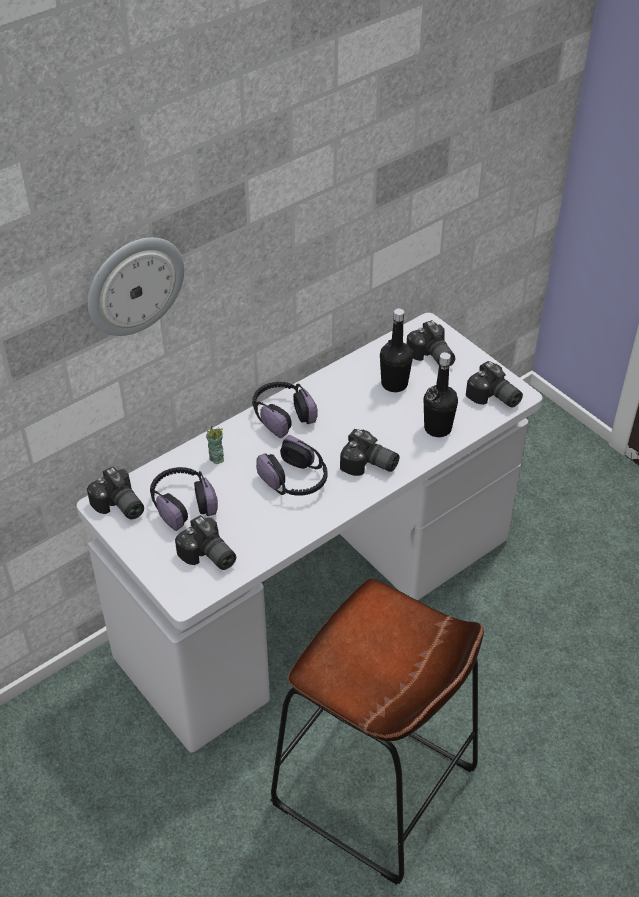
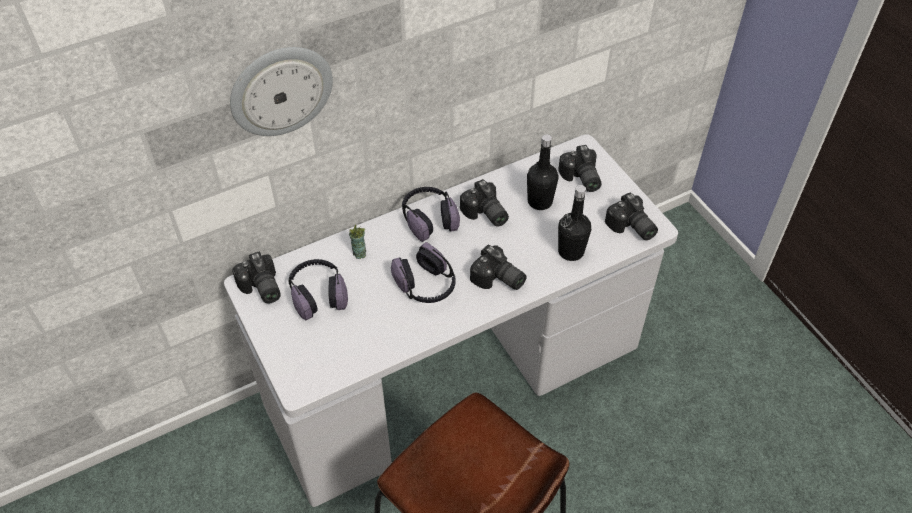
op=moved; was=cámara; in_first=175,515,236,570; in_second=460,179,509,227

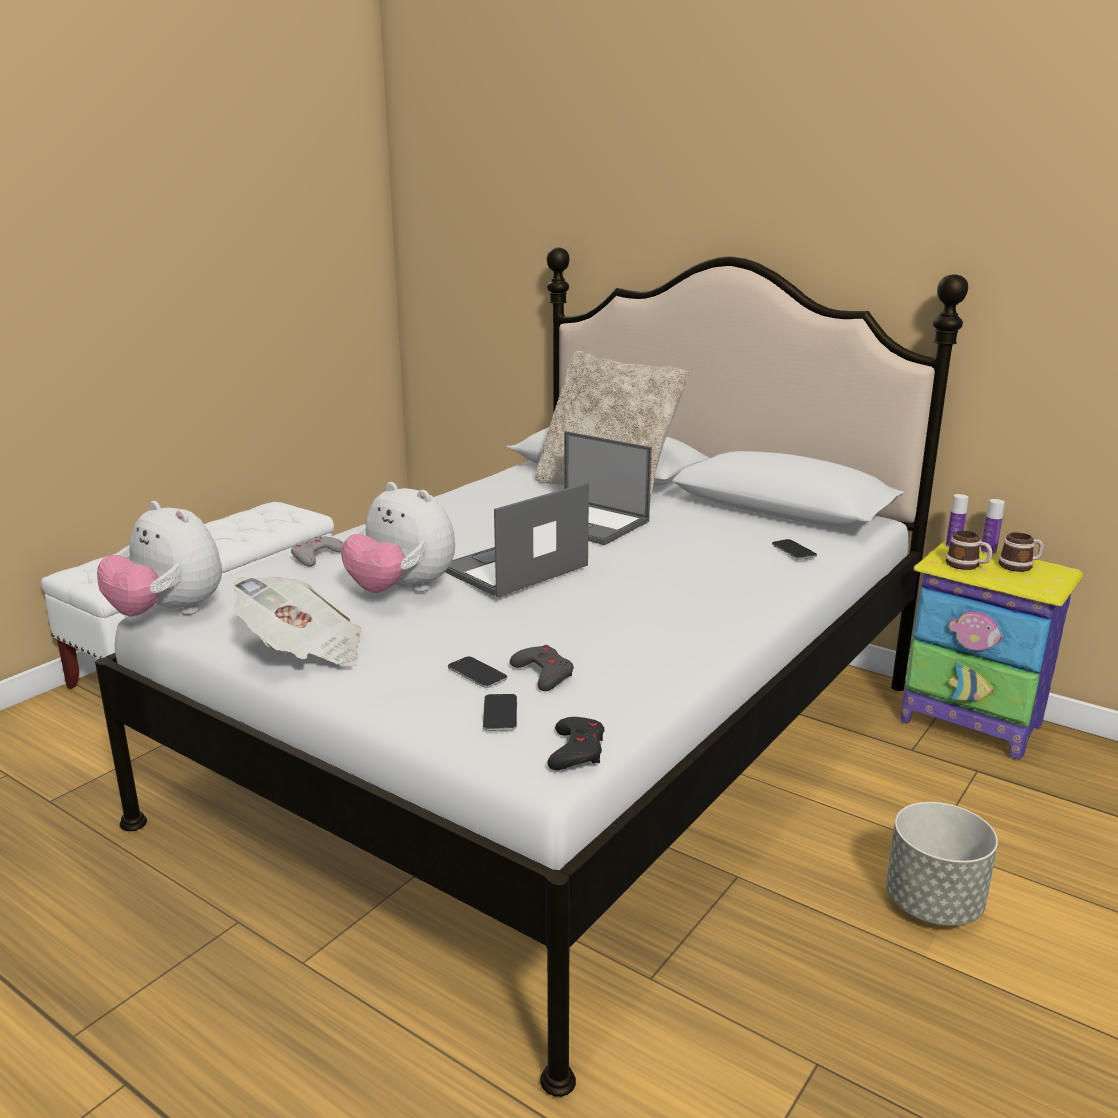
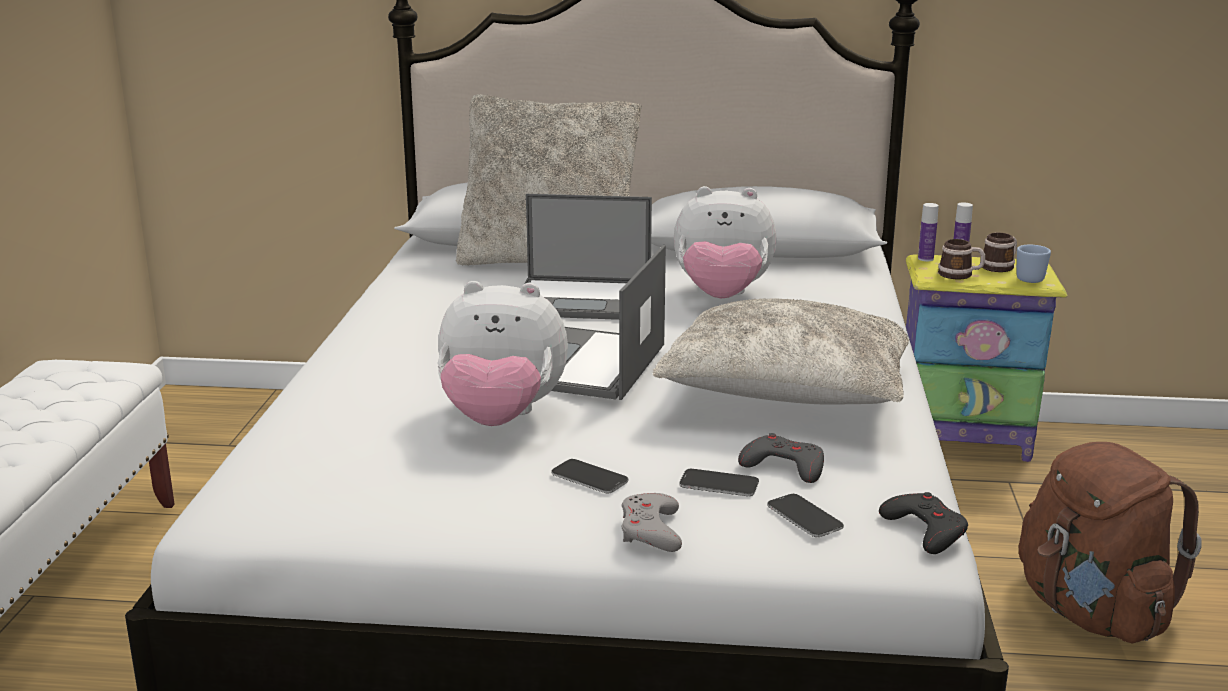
op=moved; was=peluche; in_first=97,501,222,617; in_second=674,186,777,298
op=removed; was=periódico; in_first=233,576,362,667
op=moved; was=mando de consola (gris); in_first=291,536,344,567; in_second=622,493,682,552
op=moved; was=móvil; in_first=772,539,817,560; in_second=551,459,628,493
op=replaced; was=maceta (gris); now=mochila (marrón); in_first=886,802,998,926; in_second=1019,442,1202,644
op=added; now=cojín (beis); in_second=653,298,909,405
op=added; now=taza grande (azul); in_second=1017,245,1051,283

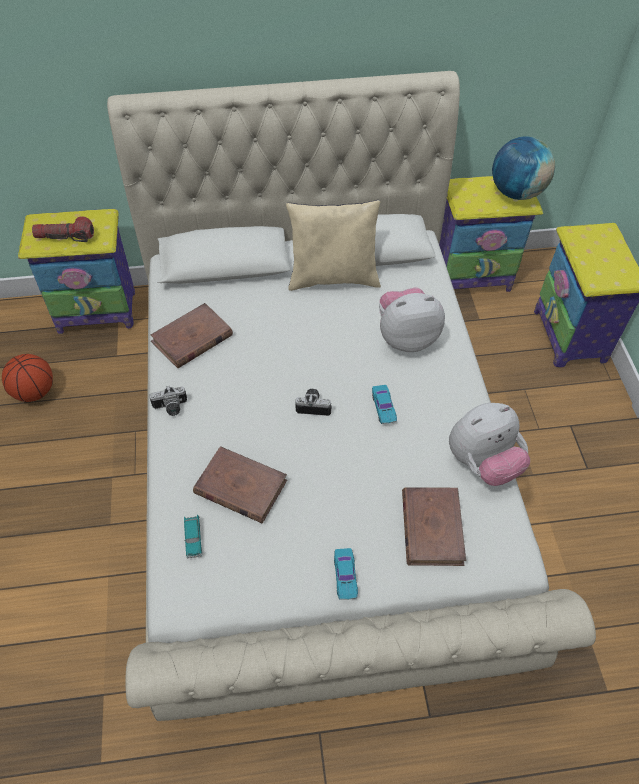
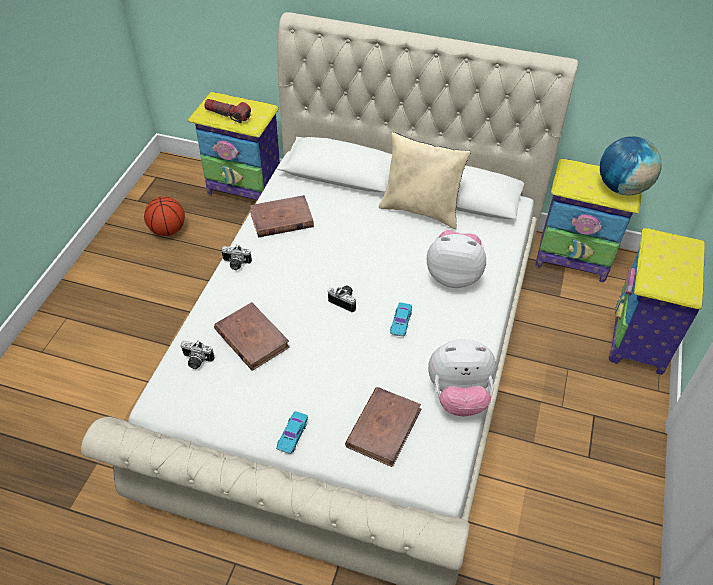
op=replaced; was=coche de juguete; now=cámara; in_first=184,514,202,559; in_second=181,340,215,369

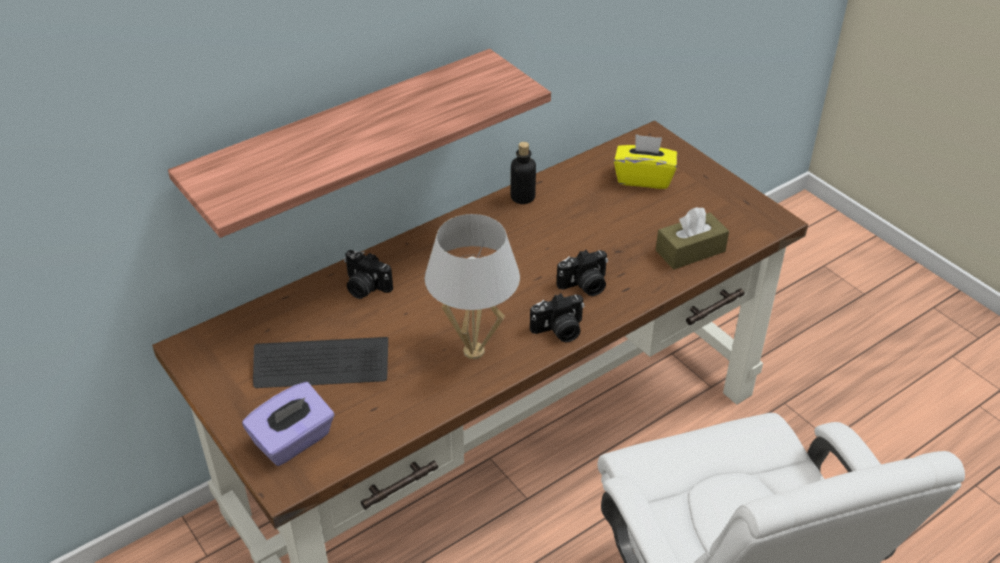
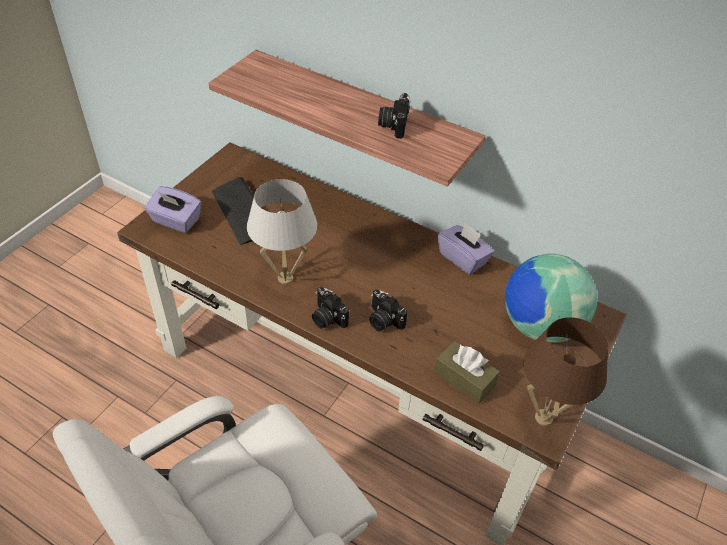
op=moved; was=cámara; in_first=344,250,393,299; in_second=378,93,411,139
op=replaced; was=botella; now=caja de pañuelos (morado); in_first=510,142,536,204; in_second=438,222,494,275
op=replaced; was=caja de pañuelos (amarillo); now=globo terráqueo; in_first=614,134,677,189; in_second=505,254,597,343
op=added; now=lámpara de mesa (marrón); in_second=523,317,608,426

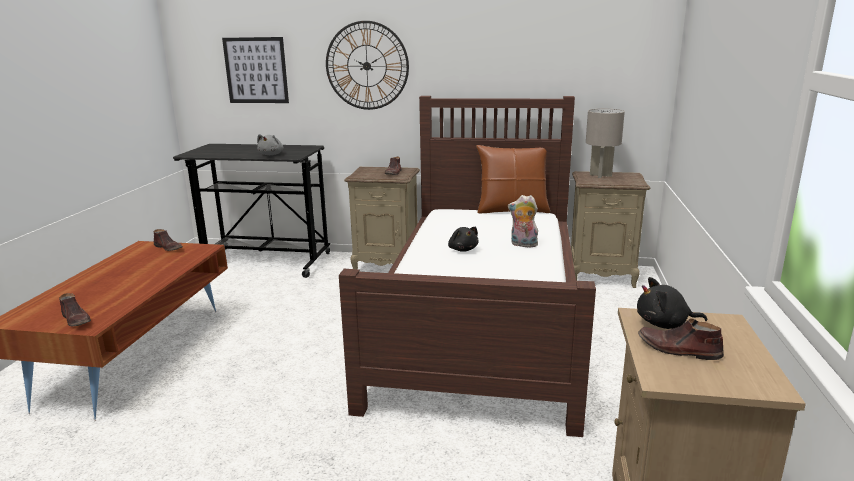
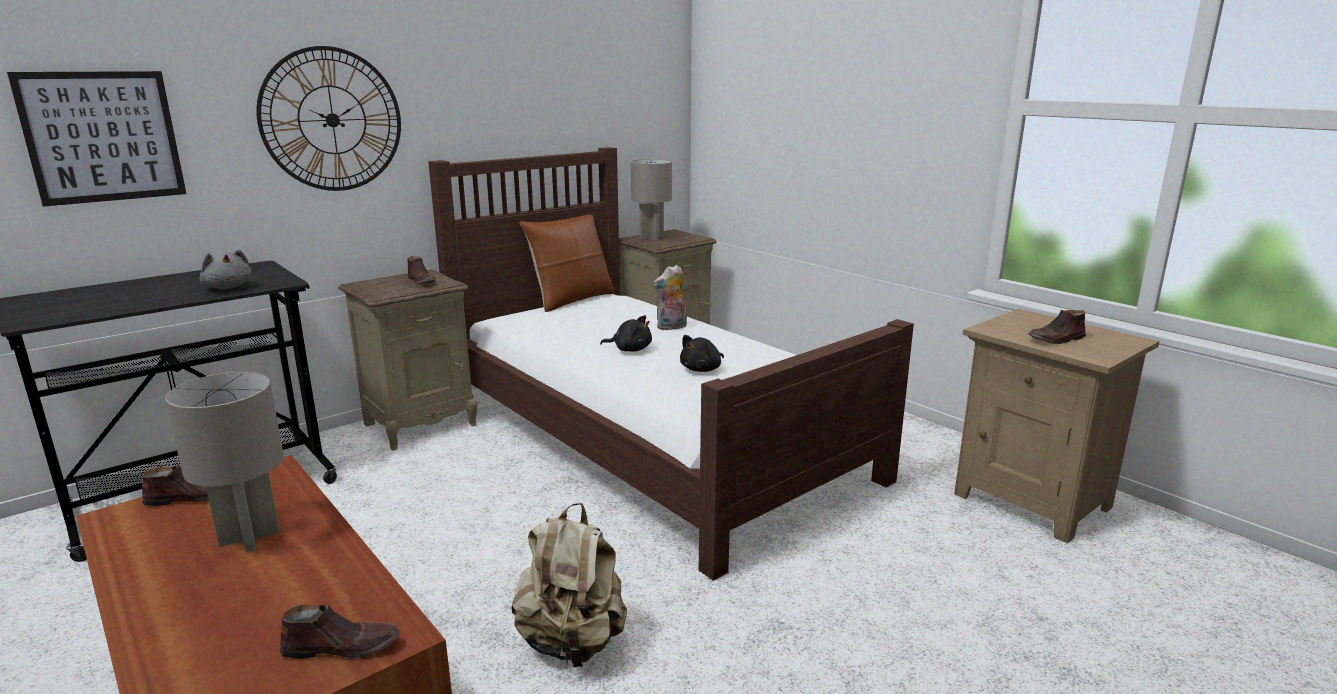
op=moved; was=peluche (negro); in_first=637,277,707,329; in_second=680,335,724,372
op=added; now=lámpara de mesa (gris); in_second=165,372,284,552
op=added; now=mochila (beis); in_second=512,503,627,667

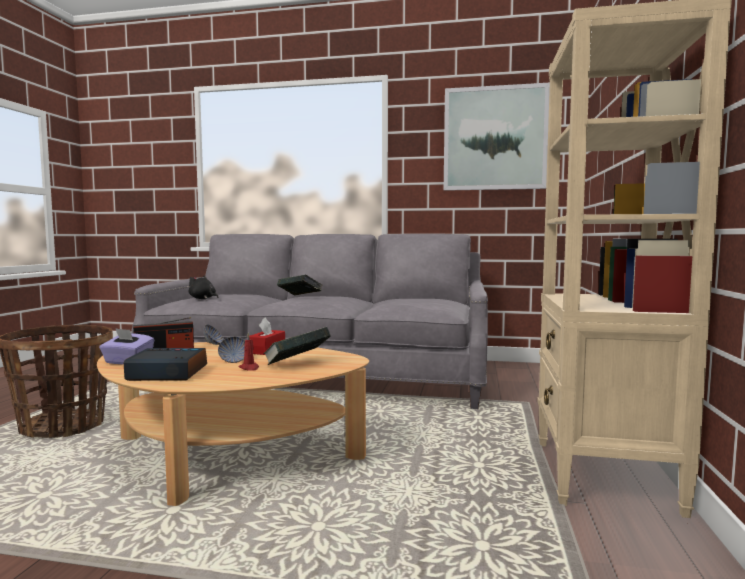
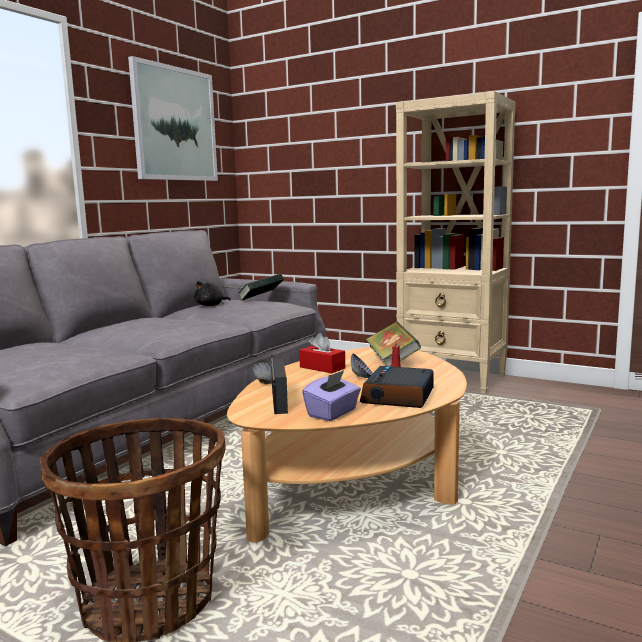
op=moved; was=peluche (negro); in_first=188,276,219,299; in_second=194,281,231,306
op=moved; was=libro; in_first=277,275,322,296; in_second=238,273,284,301

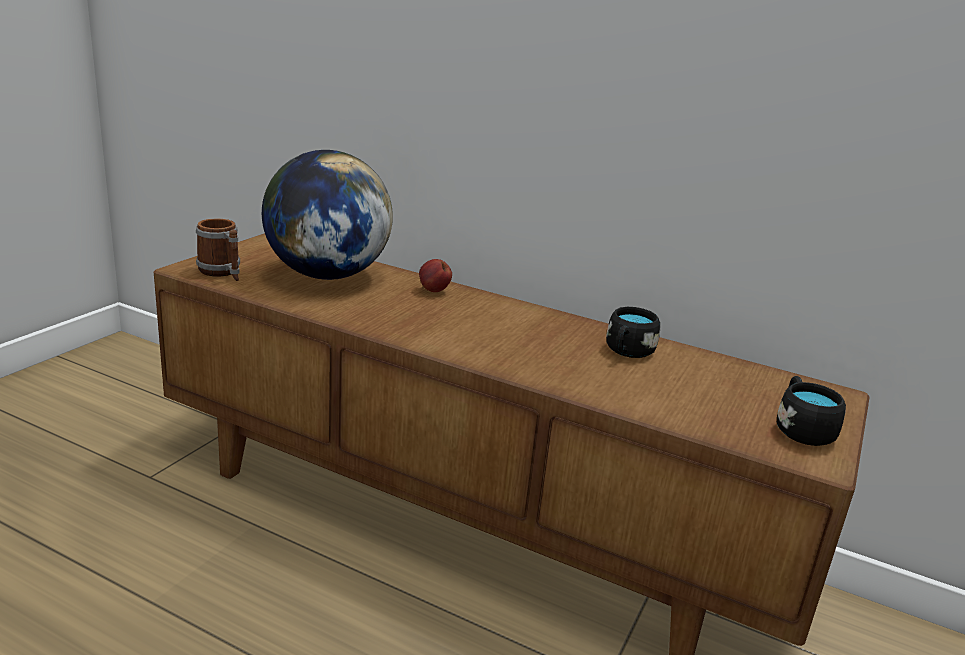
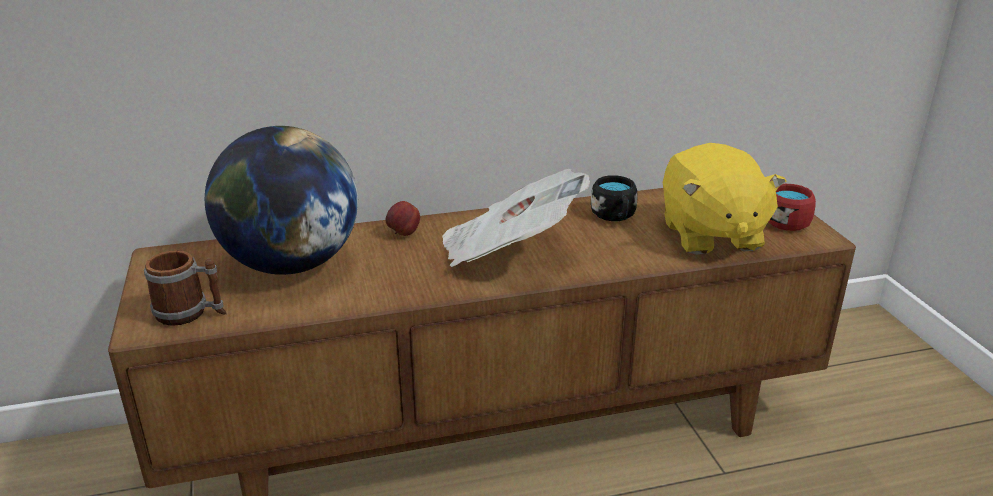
op=recoloured; was=taza grande (negro); now=taza grande (rojo); in_first=777,376,846,446; in_second=769,184,816,231
op=added; now=periódico; in_second=442,169,590,267
op=added; now=peluche (amarillo); in_second=663,143,786,255

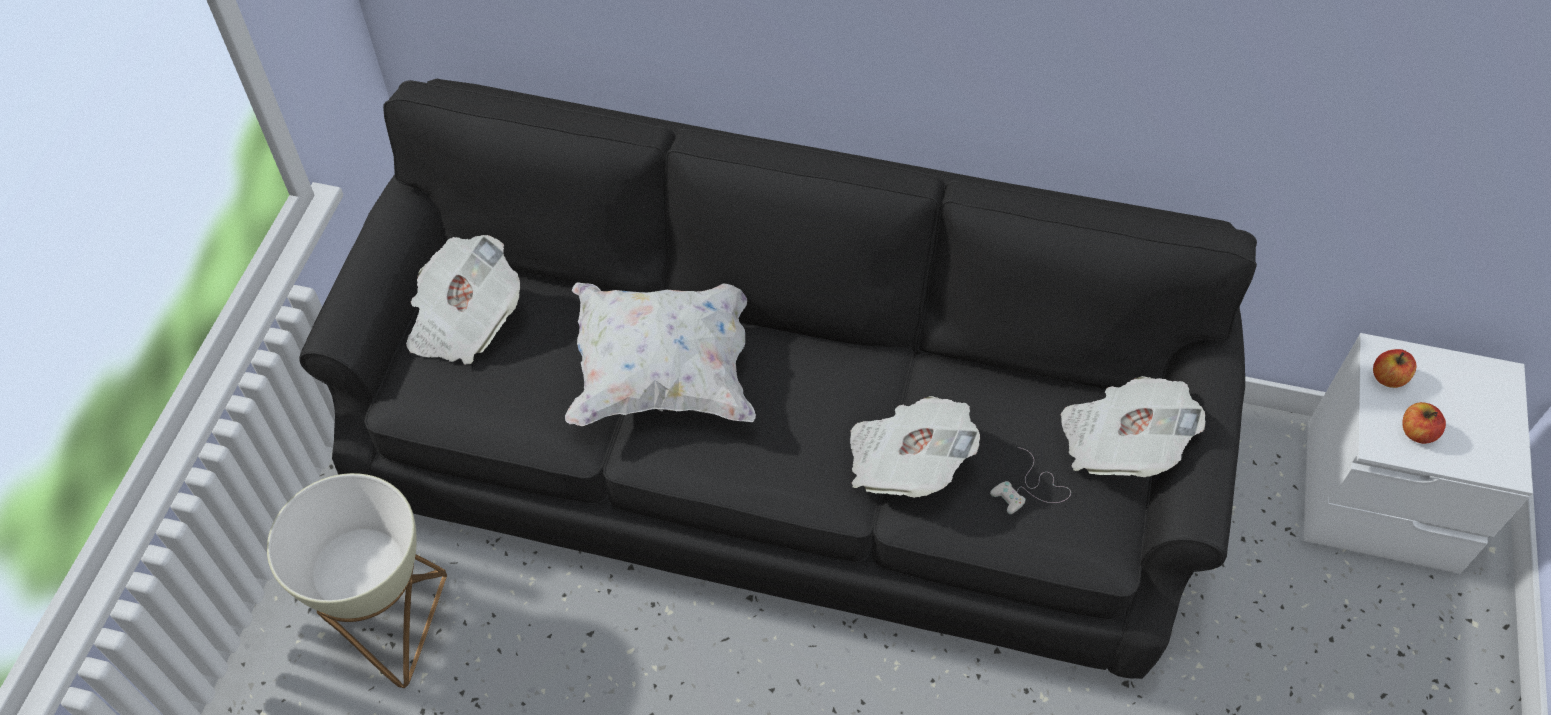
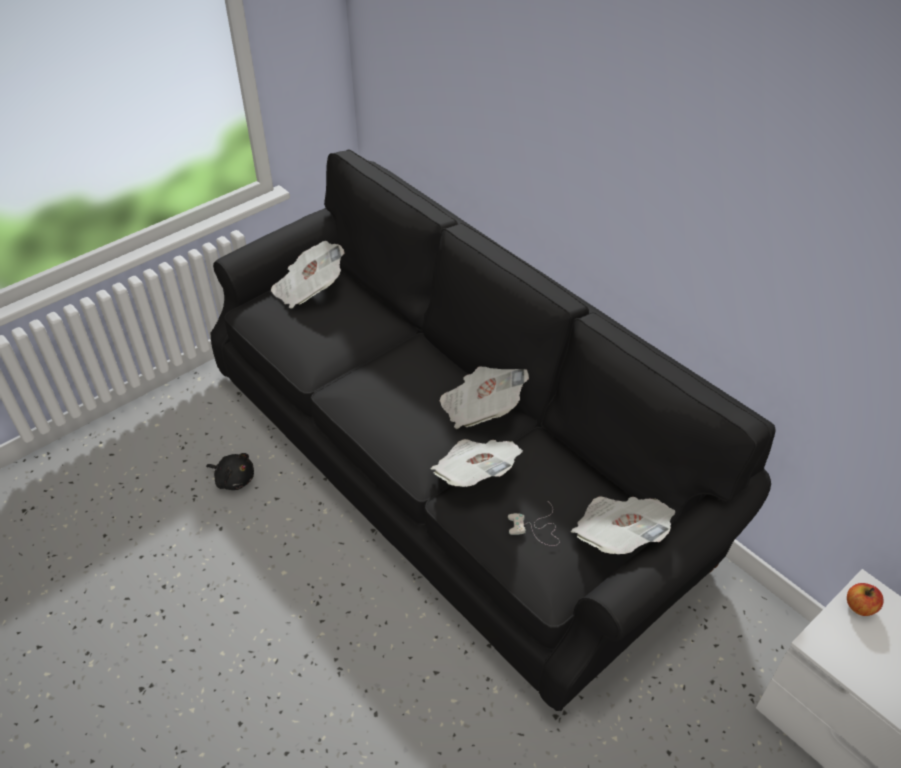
op=removed; was=maceta; in_first=267,473,447,688
op=removed; was=cojín (blanco); in_first=565,282,756,426
op=removed; was=manzana; in_first=1402,402,1446,444
op=added; now=peluche (negro); in_second=206,453,254,490
op=added; now=periódico; in_second=439,366,529,429

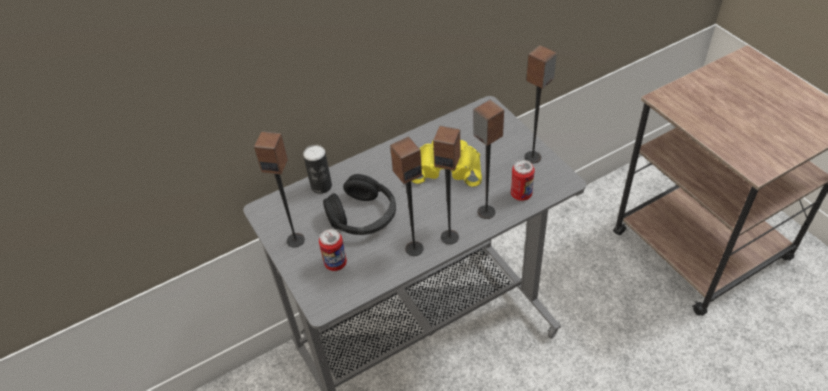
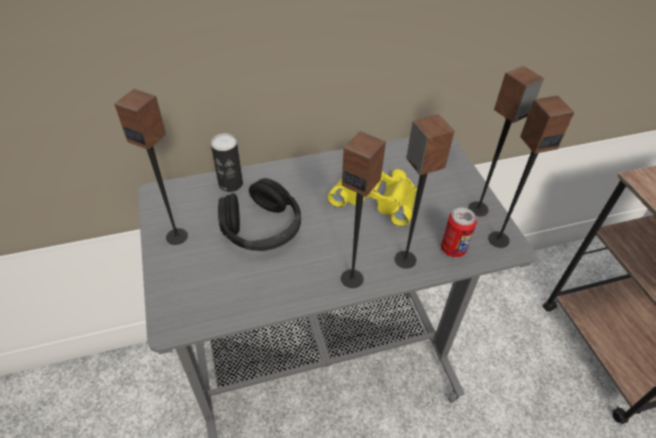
op=removed; was=lata; in_first=319,229,347,271
op=moved; was=altavoz; in_first=390,137,424,256; in_second=488,96,574,248

